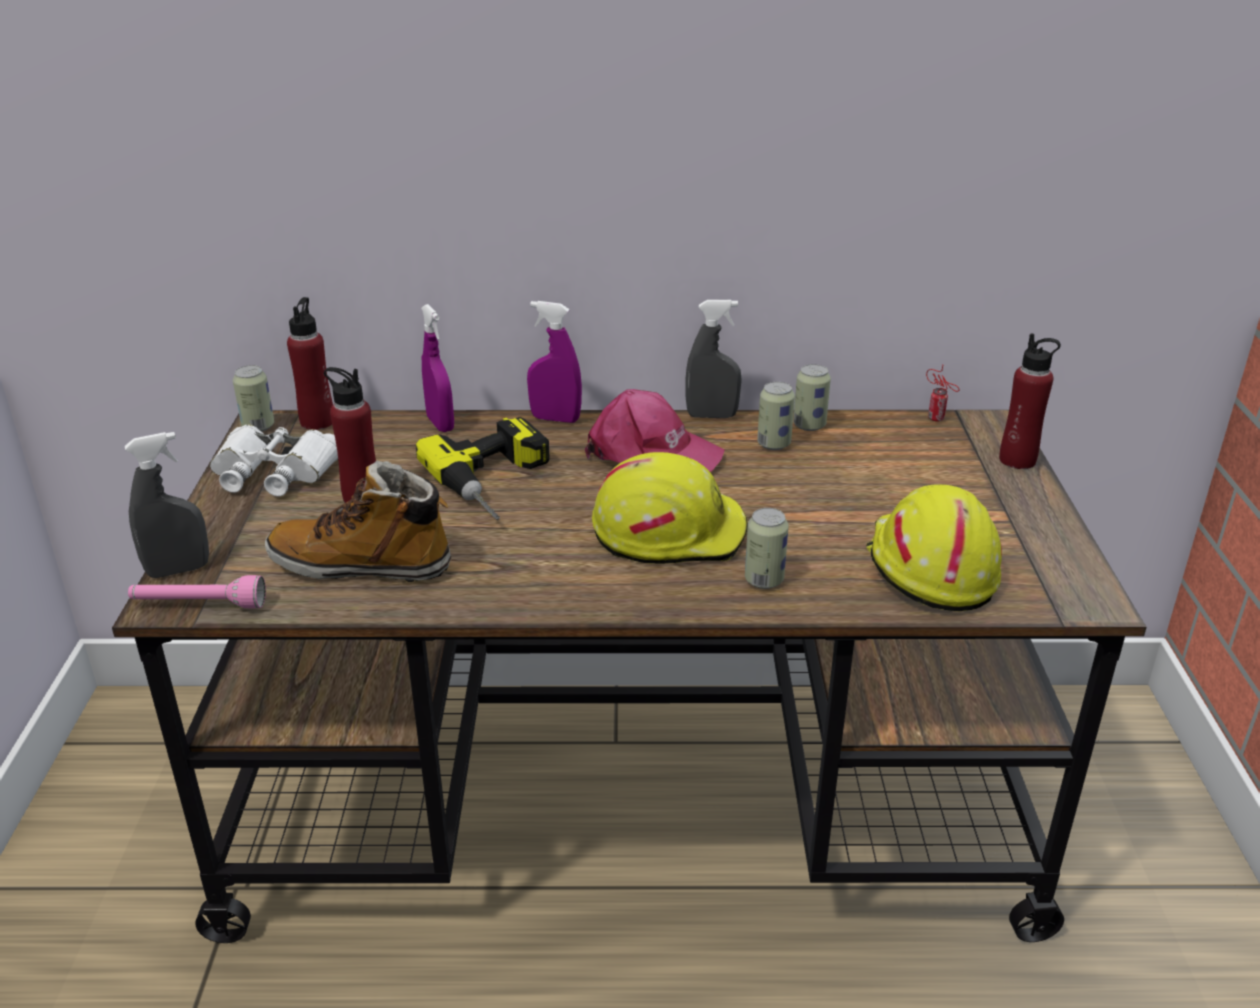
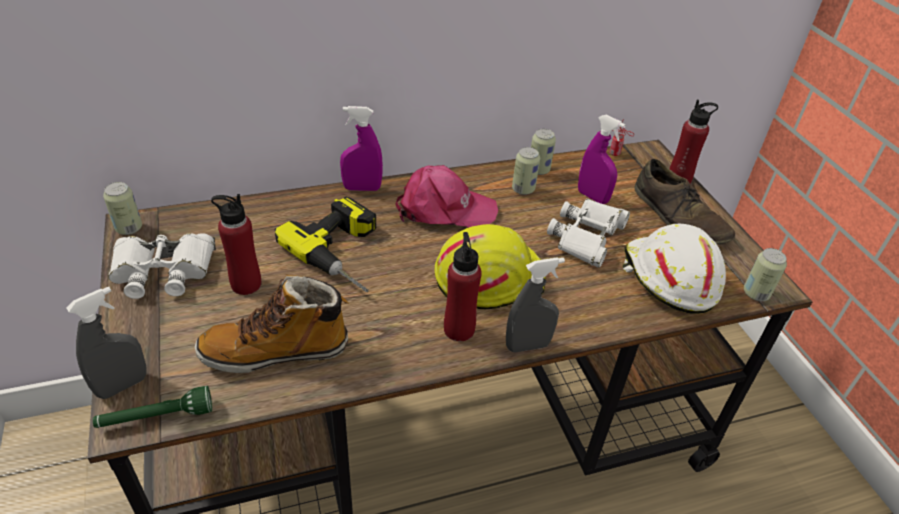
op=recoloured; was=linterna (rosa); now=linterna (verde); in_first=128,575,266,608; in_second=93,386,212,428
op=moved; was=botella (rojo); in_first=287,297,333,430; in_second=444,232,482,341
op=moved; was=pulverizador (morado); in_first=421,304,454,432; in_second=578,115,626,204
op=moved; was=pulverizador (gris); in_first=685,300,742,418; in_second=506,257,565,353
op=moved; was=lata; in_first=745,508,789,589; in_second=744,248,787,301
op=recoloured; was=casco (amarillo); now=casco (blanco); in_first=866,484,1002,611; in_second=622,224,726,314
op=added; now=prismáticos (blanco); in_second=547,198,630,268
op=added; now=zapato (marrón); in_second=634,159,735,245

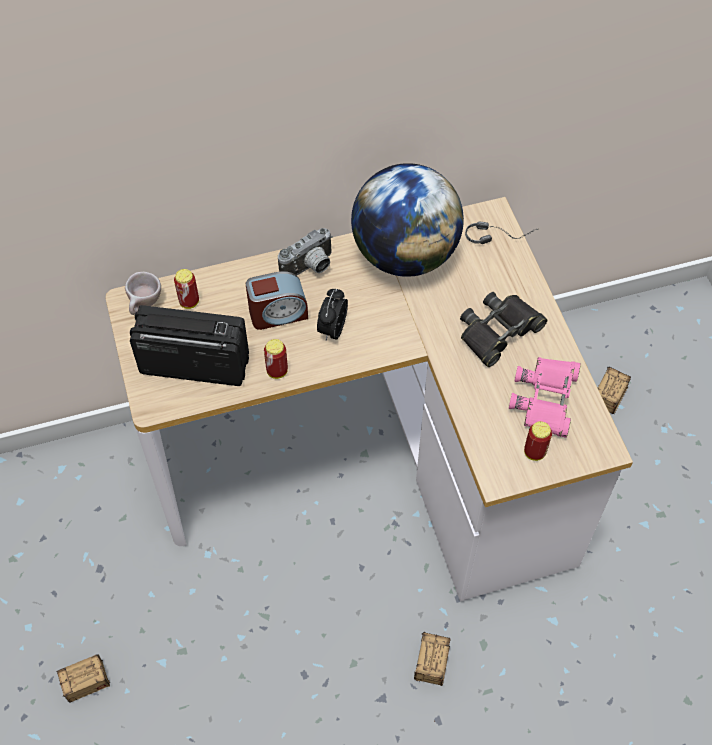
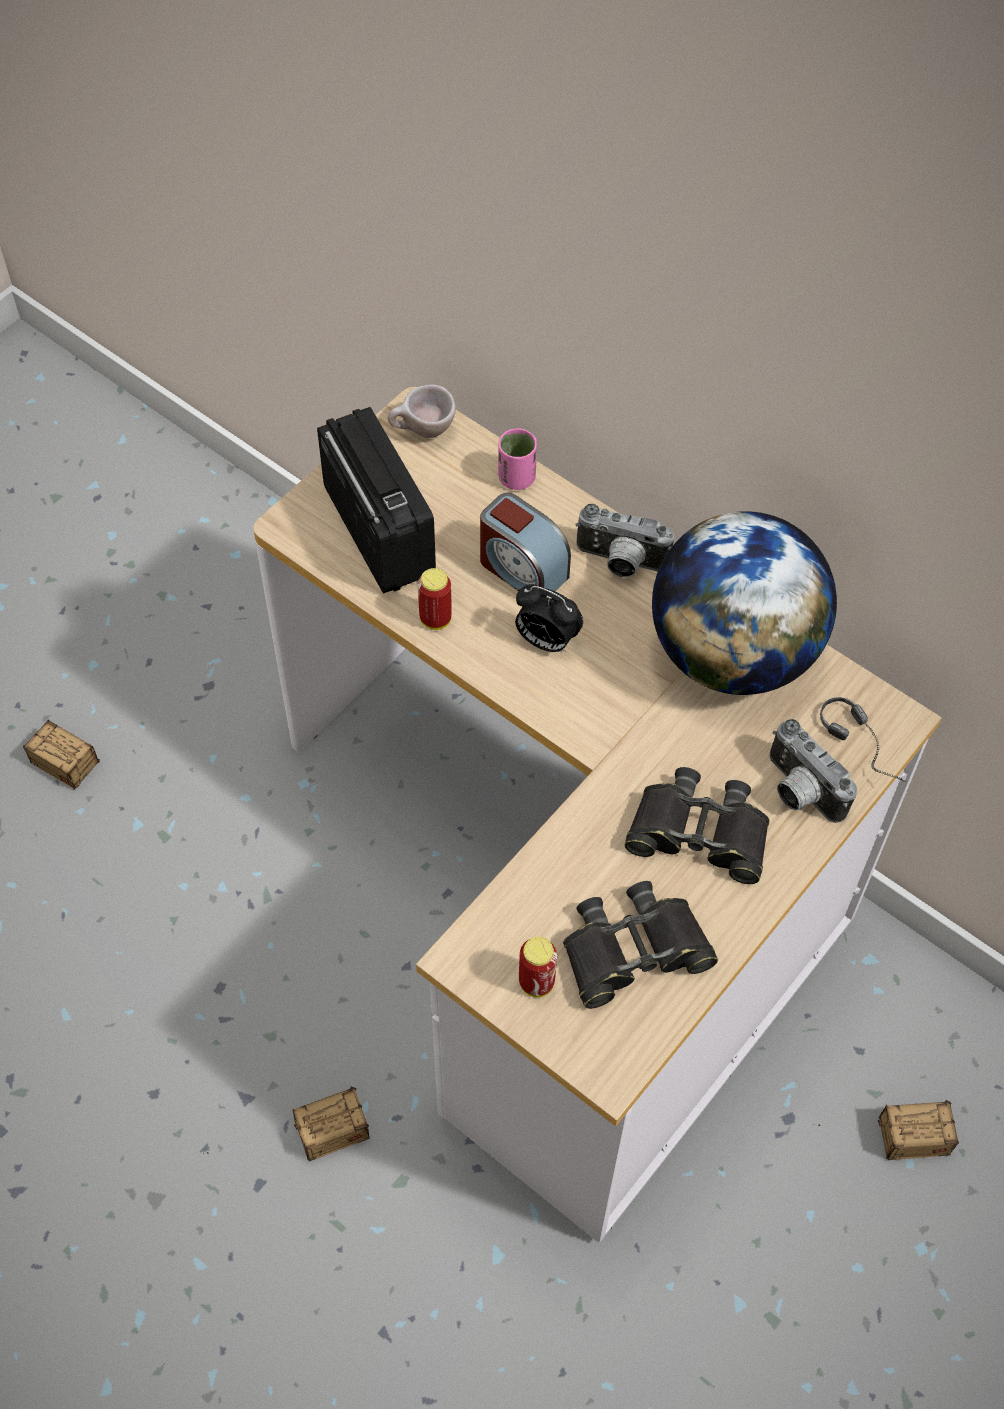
op=removed; was=lata; in_first=174,269,199,309
op=turned; was=despertador; in_first=317,289,348,340; in_second=515,584,583,653; clockwise=-135
op=recoloured; was=prismáticos (rosa); now=prismáticos (negro); in_first=509,357,581,438; in_second=563,881,718,1009
op=added; now=taza (rosa); in_second=498,428,537,490
op=added; now=cámara; in_second=769,719,857,823

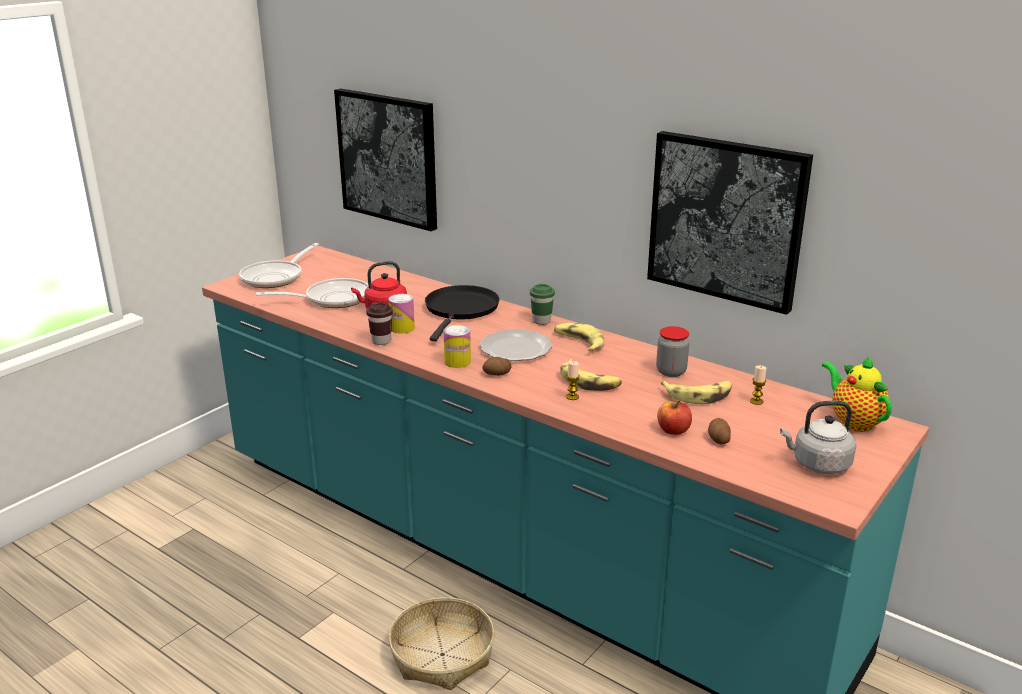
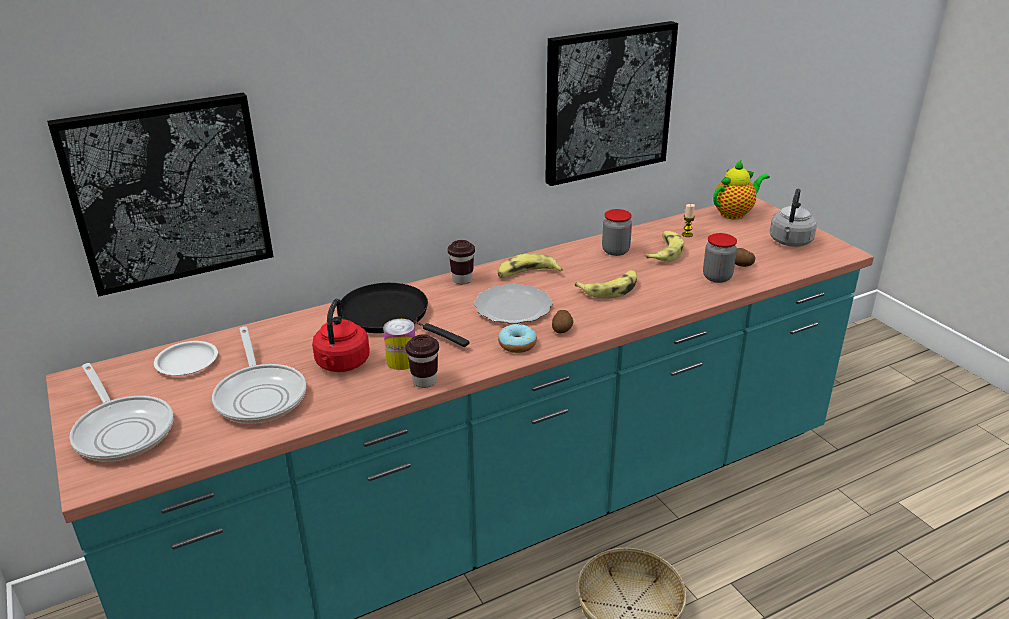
op=turned; was=sartén; in_first=256,278,368,308; in_second=212,326,306,423; clockwise=150
op=replaced; was=lata; now=rosquilla; in_first=443,325,471,368; in_second=498,324,537,353
op=recoloured; was=taza (verde); now=taza (marrón); in_first=530,284,555,325; in_second=448,240,475,284
op=removed; was=vela; in_first=566,361,580,400
op=replaced; was=manzana; now=tarro; in_first=657,400,692,435; in_second=703,233,737,283
op=turned; was=tetera; in_first=822,356,892,432; in_second=713,160,770,219; clockwise=150
op=added; now=plato (blanco); in_second=154,341,218,375

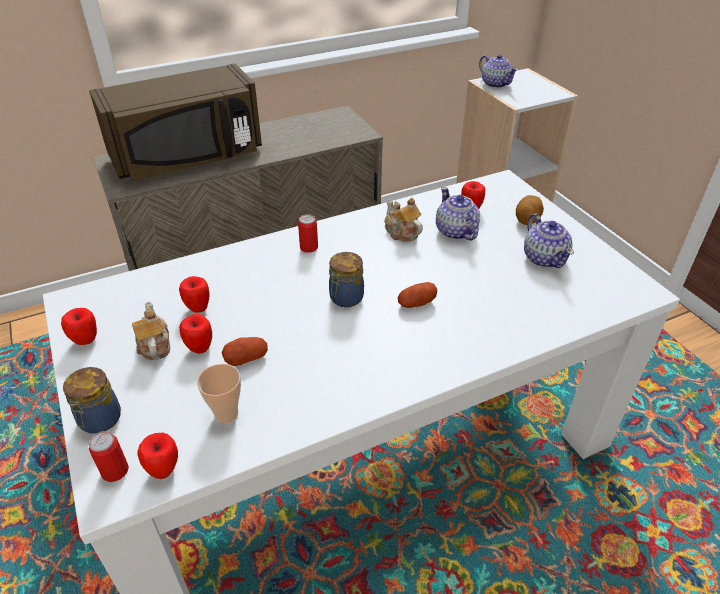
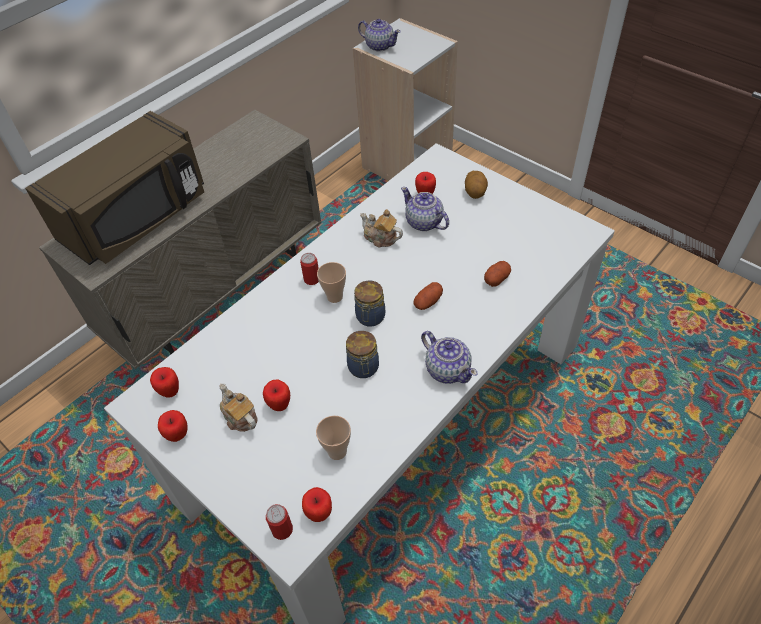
op=moved; was=tarro; in_first=63,367,121,434; in_second=346,331,379,378
op=moved; was=manzana; in_first=179,276,210,313; in_second=150,367,179,398
op=moved; was=patata; in_first=222,337,268,366; in_second=484,261,511,287
op=moved; was=tetera; in_first=524,214,574,268; in_second=421,331,478,384
op=added; now=taza; in_second=317,262,346,303

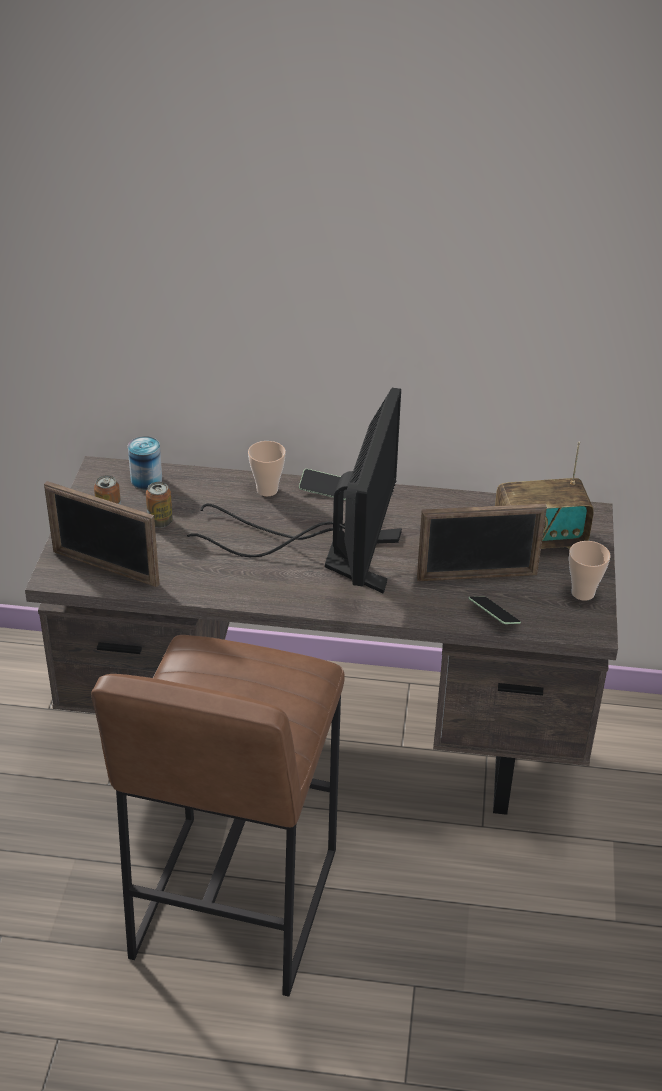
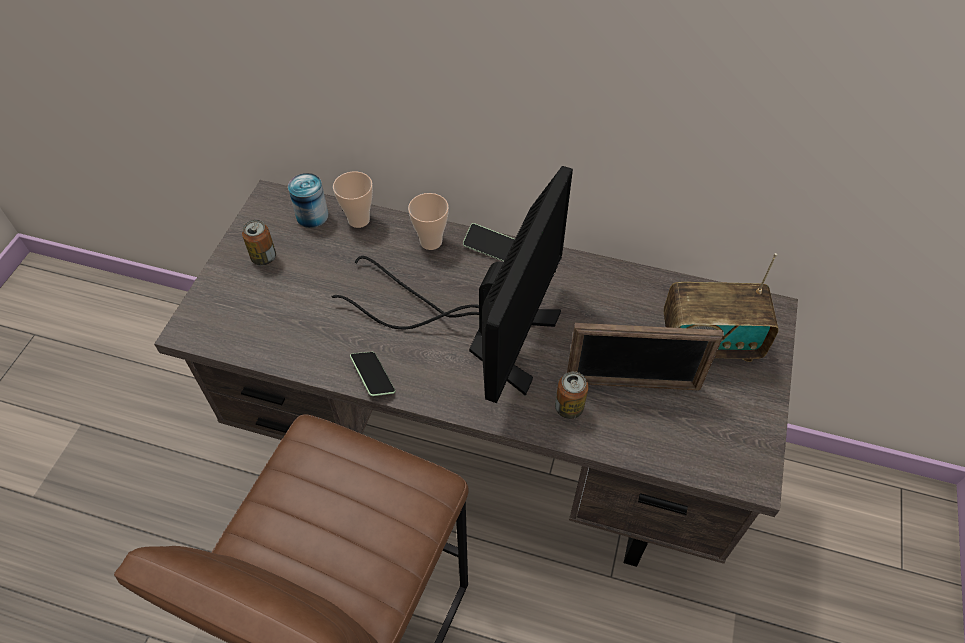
op=removed; was=portarretratos; in_first=44,481,159,587
op=moved; was=lata; in_first=146,482,173,528; in_second=555,371,588,419
op=moved; was=móvil; in_first=468,596,521,624; in_second=350,352,396,396
op=moved; was=taza; in_first=569,541,610,601; in_second=333,171,373,228

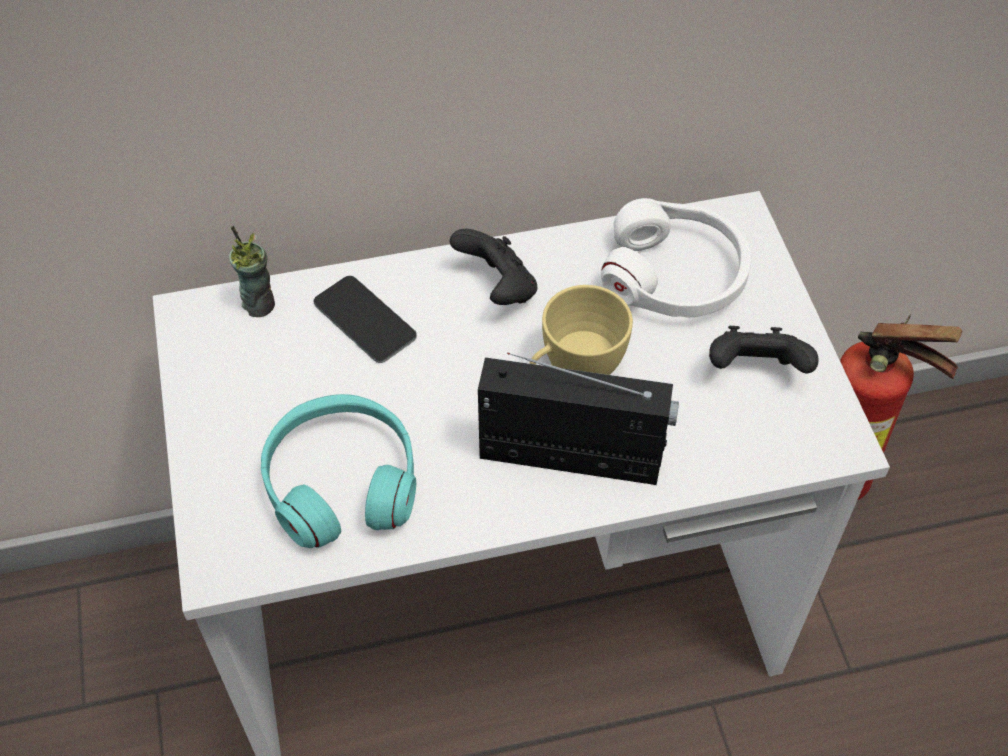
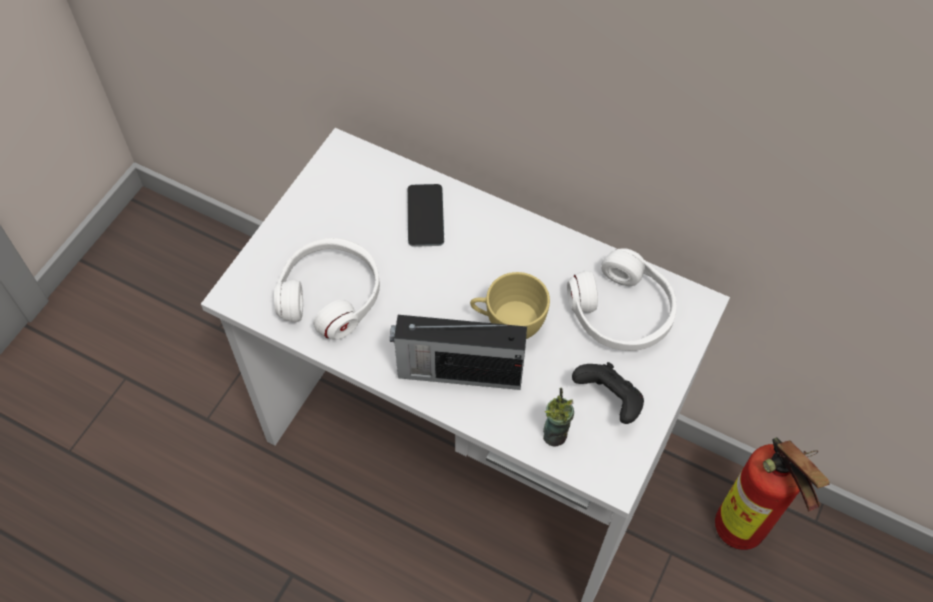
op=moved; was=taza; in_first=229,226,275,317; in_second=543,387,574,446
op=recoloured; was=auriculares (turquesa); now=auriculares (blanco); in_first=261,394,416,548; in_second=274,238,380,339
op=removed; was=mando de consola (negro); in_first=450,229,537,305
op=turned; was=radio; in_first=478,353,679,485; in_second=390,315,527,390; clockwise=135

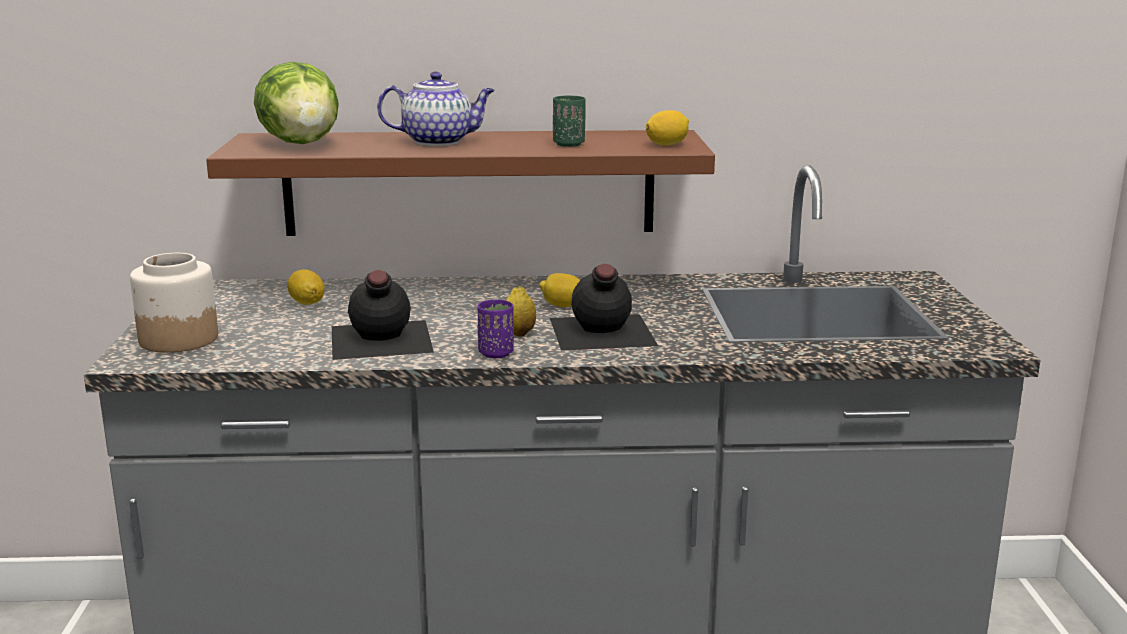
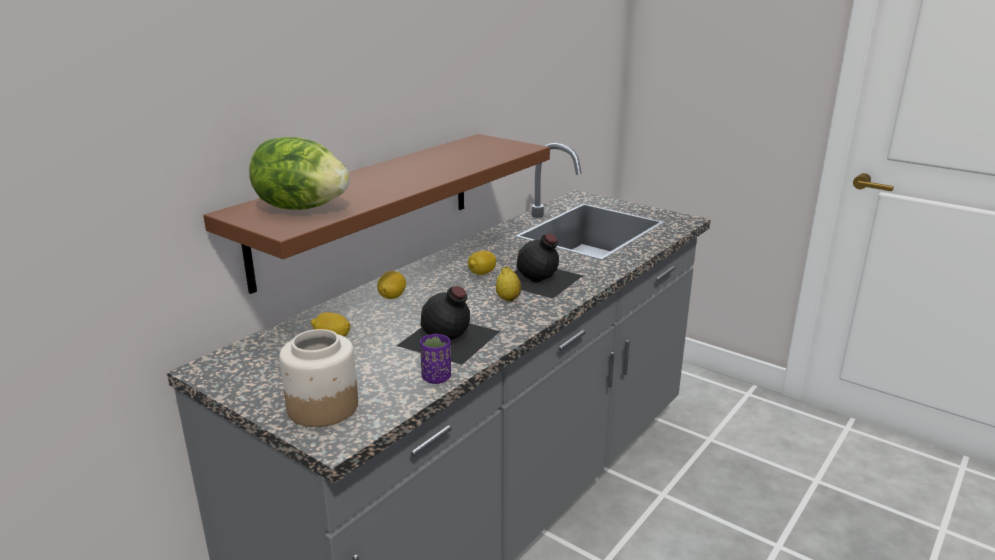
op=removed; was=tetera; in_first=377,72,495,146
op=moved; was=taza (morado); in_first=477,300,514,358; in_second=420,334,451,384
op=removed; was=taza (verde); in_first=553,95,586,147
op=moved; was=limón; in_first=646,110,689,146; in_second=377,271,406,299

